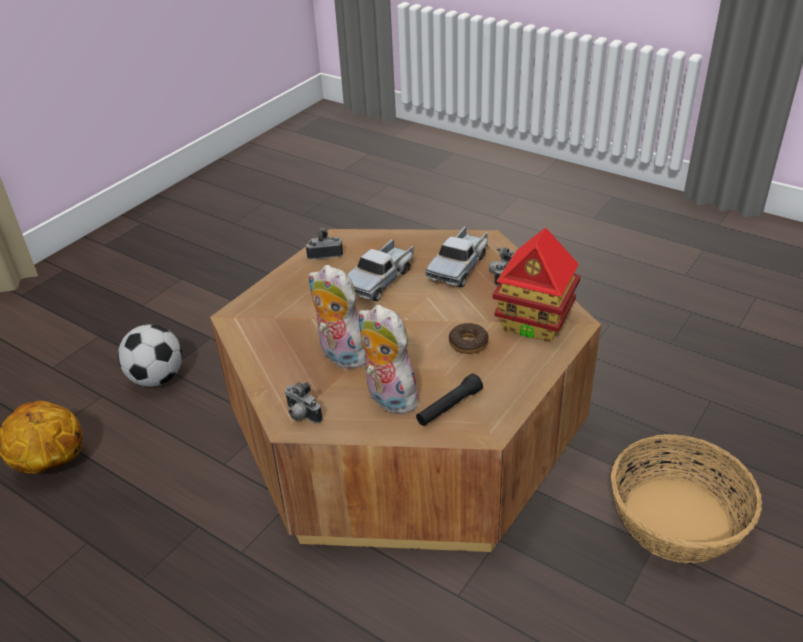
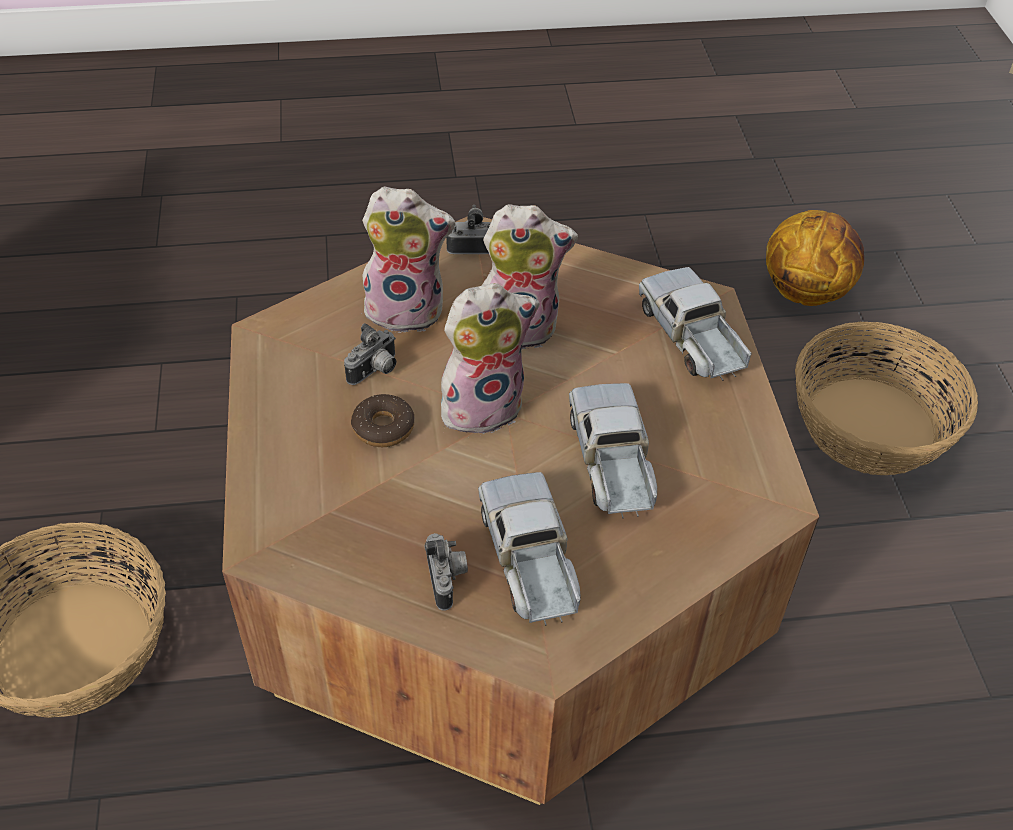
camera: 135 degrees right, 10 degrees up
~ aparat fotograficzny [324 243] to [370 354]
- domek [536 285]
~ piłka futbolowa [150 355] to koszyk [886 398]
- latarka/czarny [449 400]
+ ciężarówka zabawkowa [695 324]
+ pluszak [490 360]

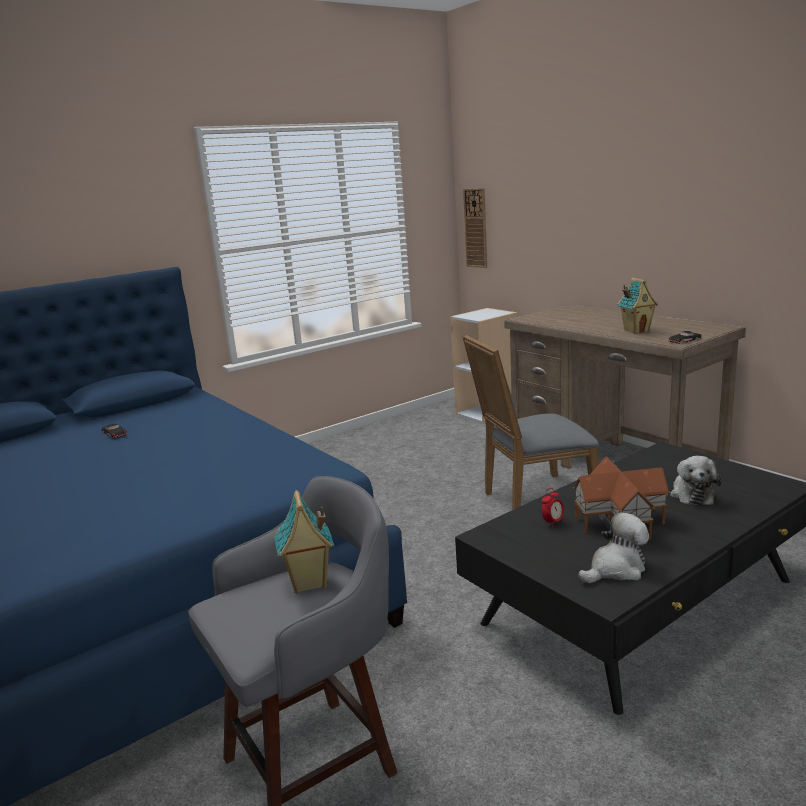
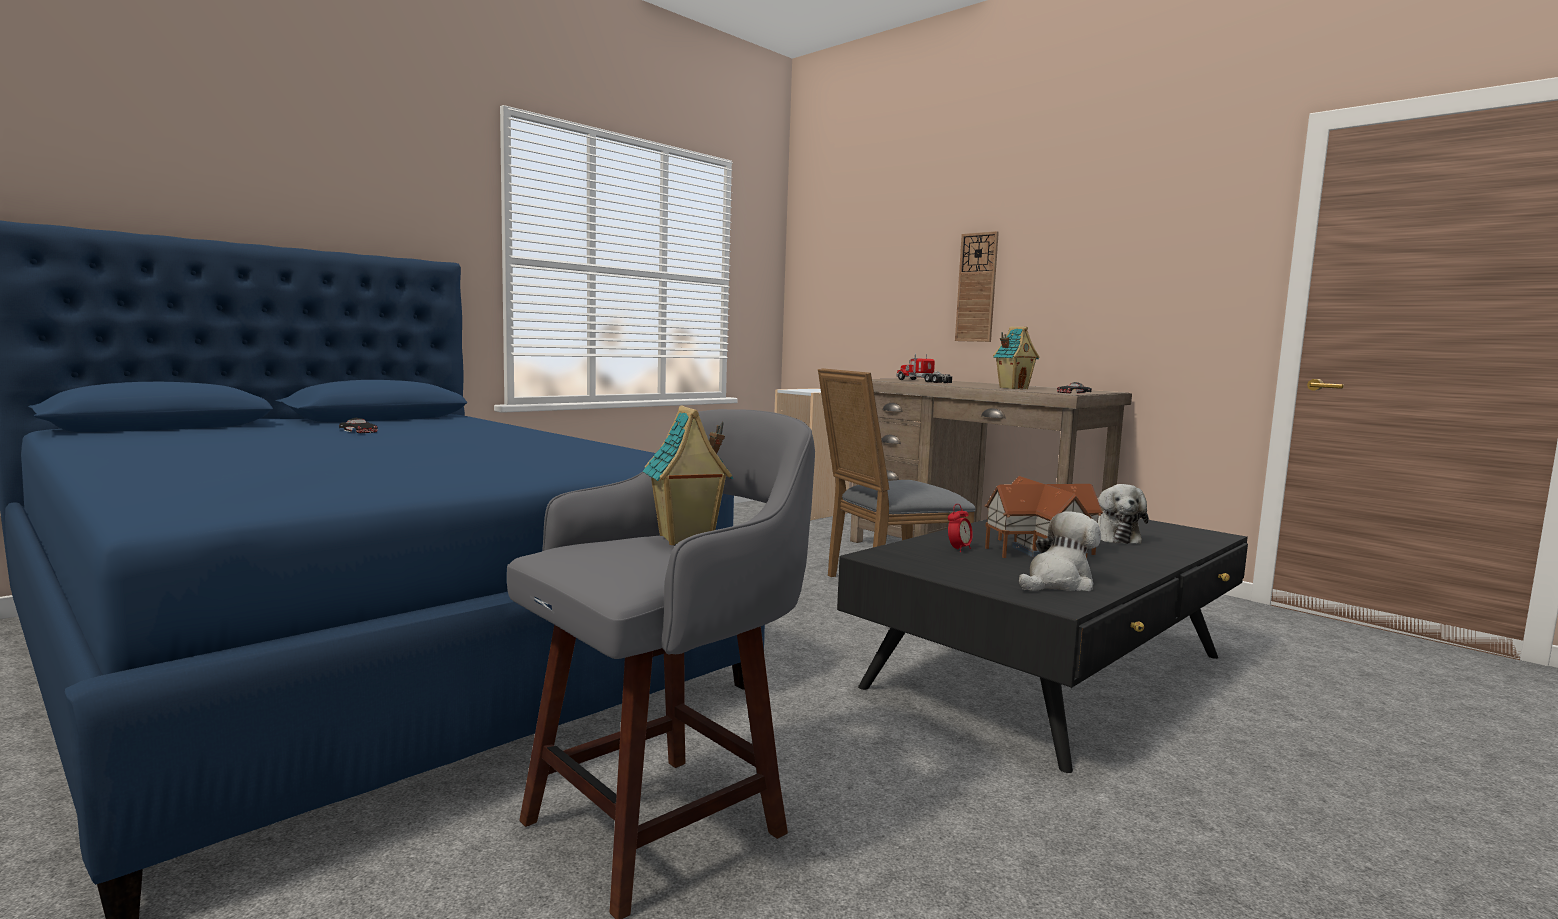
camera: 10 degrees left, 10 degrees down
~ zegar ścienny [475 228] to [977 286]
+ ciężarówka zabawkowa [924 368]

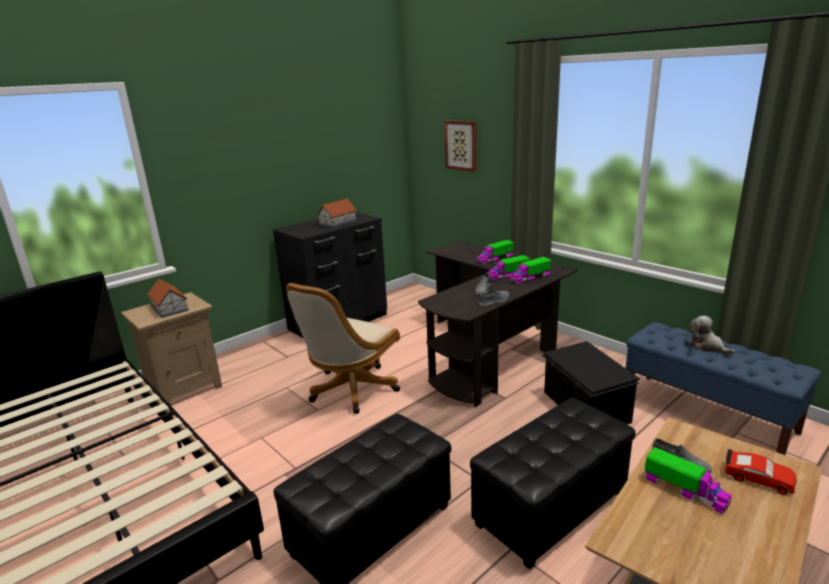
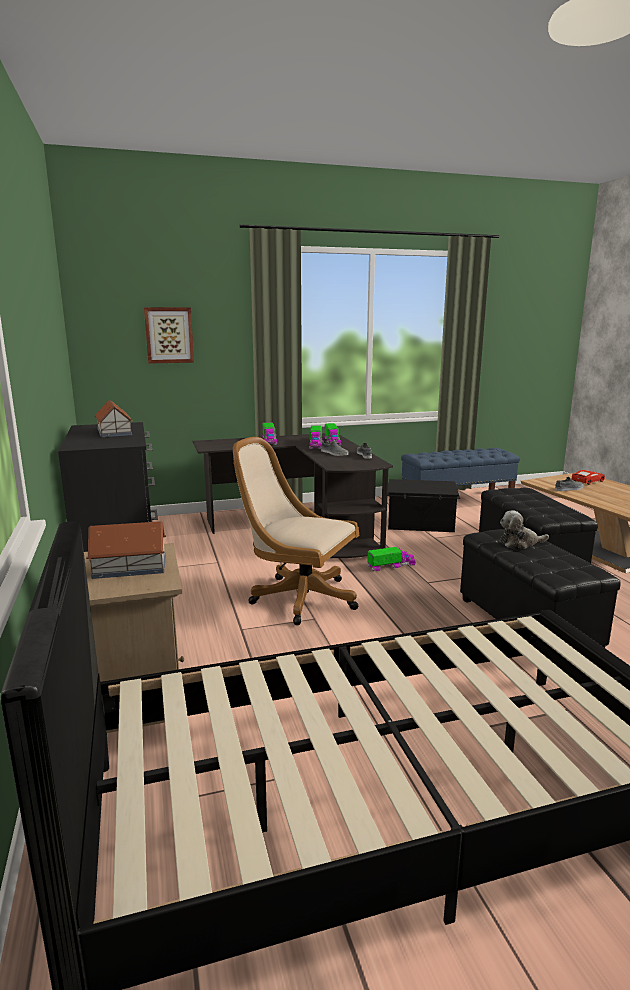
camera: 65 degrees left, 5 degrees down
~ krzesło biurowe [343 348] = [296 531] 150 degrees clockwise
~ pluszak [711 335] to [524 530]
~ ciężarówka zabawkowa [688 480] to [391 559]

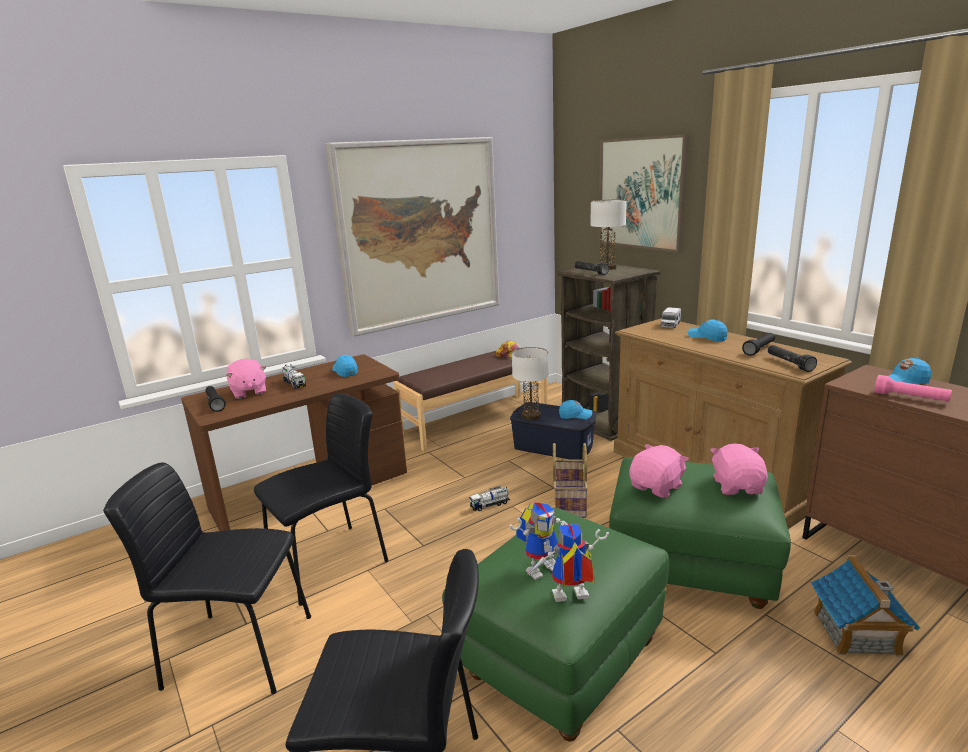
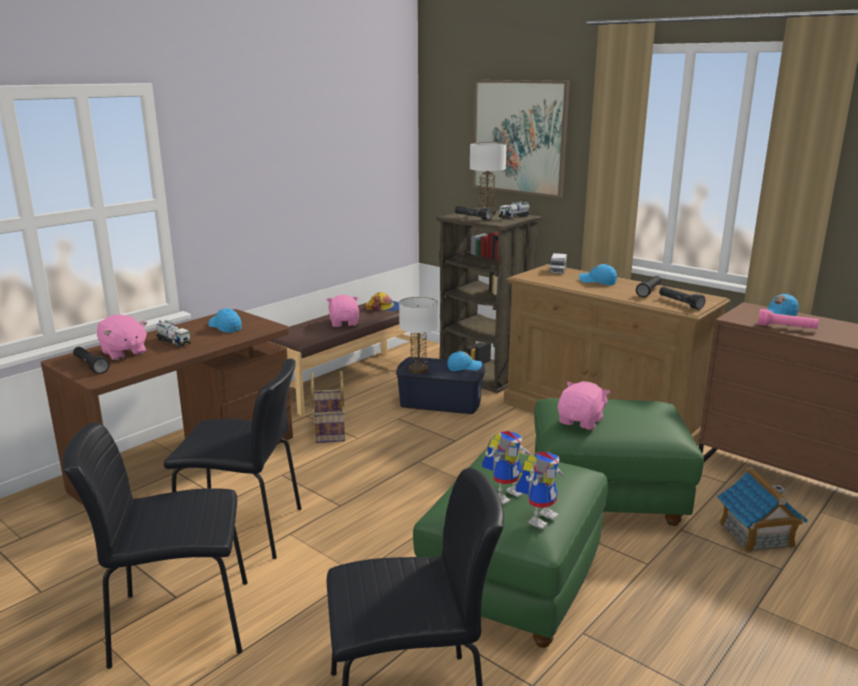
camera: 15 degrees left, 0 degrees up
- obraz [412 237]
~ krzesło/czarny [321 500] = [233 458] 60 degrees clockwise
~ koszyk [570 480] to [327 407]
~ pluszak/różowy [739 469] to [342 311]
~ ciężarówka zabawkowa [489 498] to [514 210]
~ robot zabawkowy [568 563] = [539 490] 150 degrees clockwise

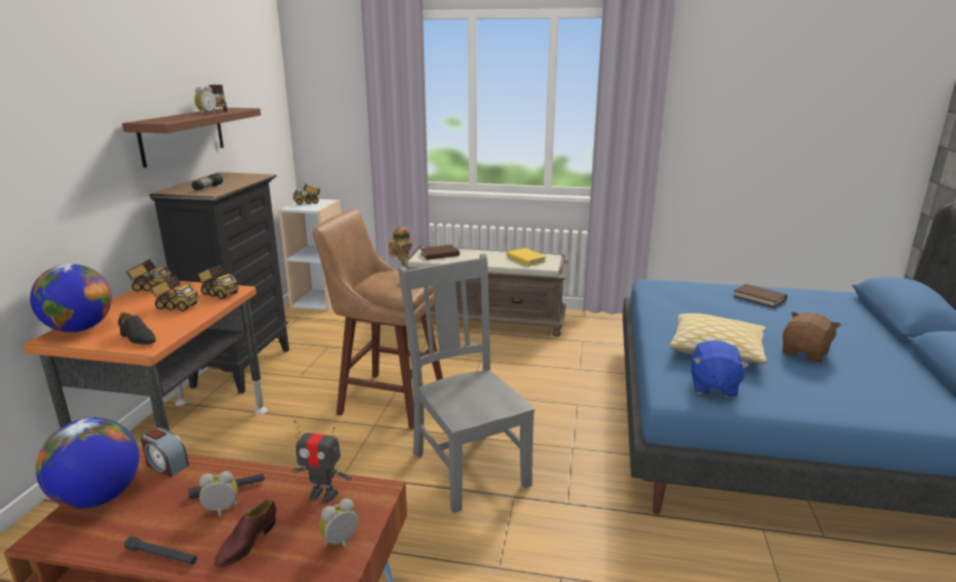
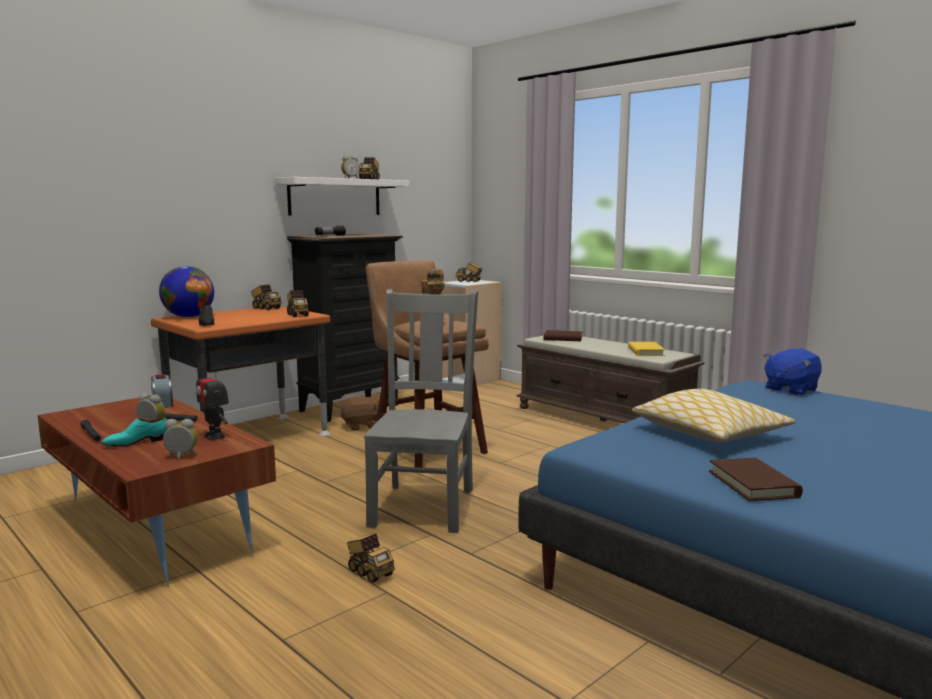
camera: 35 degrees right, 10 degrees down
~ półka/brązowy [191 138] to półka/biały [341 196]
~ ciężarówka zabawkowa [174 293] to [371 558]
~ książka/brązowy [760 296] to [756 479]
~ pluszak/brązowy [811 337] to [363 413]
~ pluszak/niebieski [720 369] to [793 372]
- globus [87 463]
~ but/brązowy [245 533] to but/turkusowy [135 432]

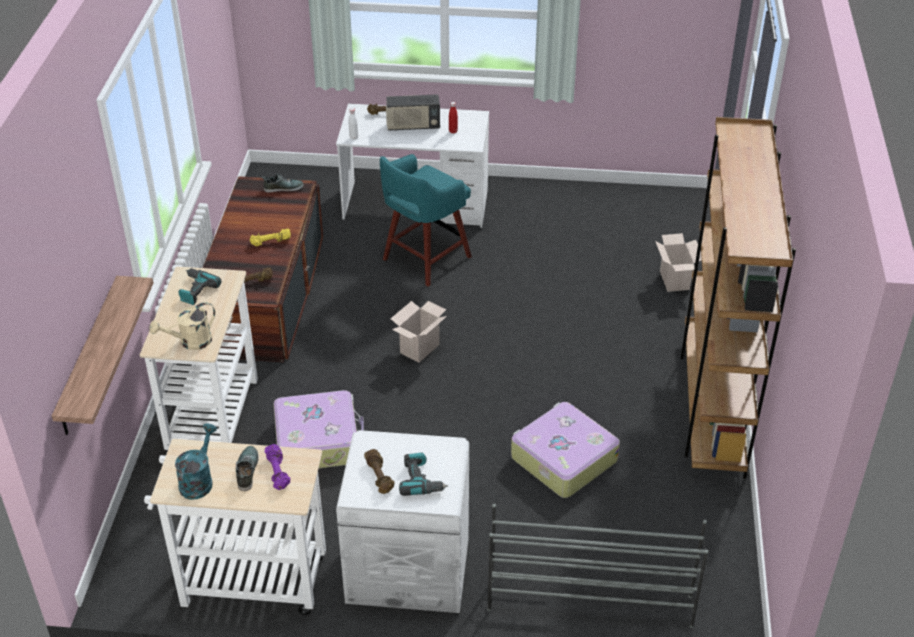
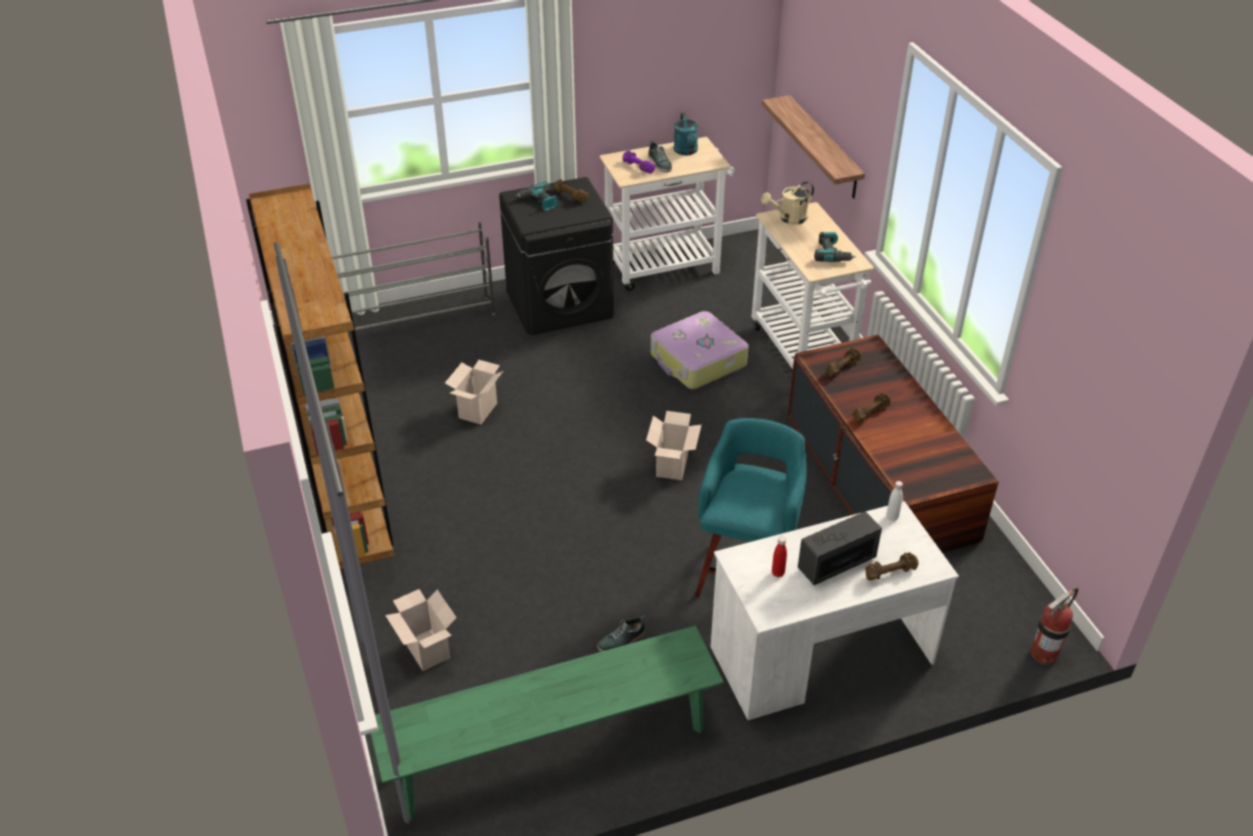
camera: 155 degrees right, 0 degrees up
~ but [283 183] to [621 633]
~ hantel/żółty [270 237] to hantel/brązowy [872 407]
~ konewka/beżowy [182 326] = [787 203] 150 degrees counterclockwise
~ walizka [565 450] to karton [474 392]
~ pralka/biały [402 521] to pralka/czarny [556 256]
+ gaśnica [1054 626]
+ ławka/zielony [547 722]

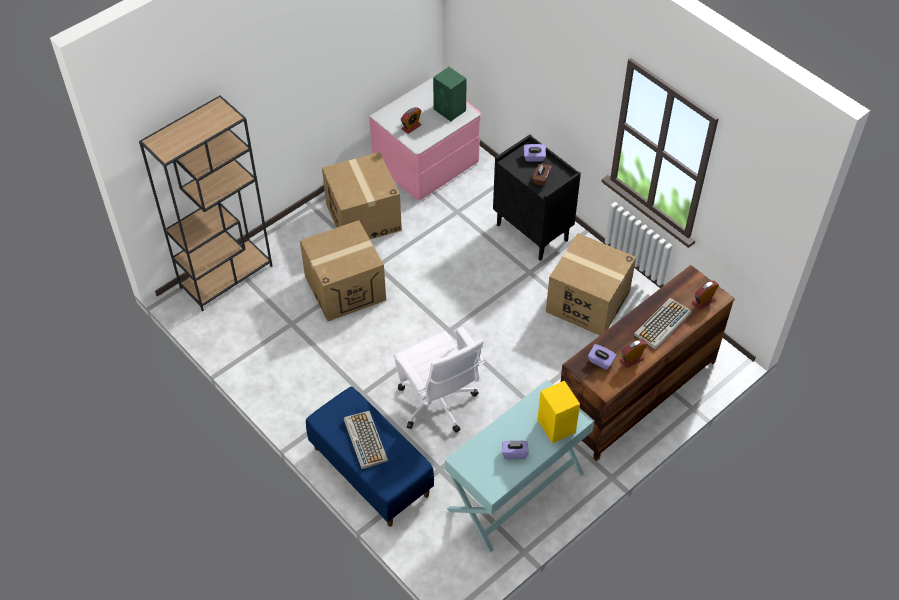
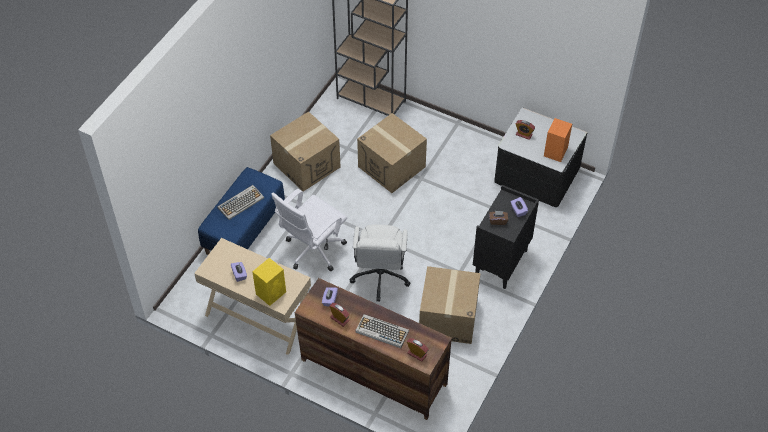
camera: 70 degrees right, 0 degrees up
~ głośnik/zielony [450 94] to głośnik/pomarańczowy [558 140]
~ szafka nocna/różowy [425 138] to szafka nocna/czarny [541 157]
~ karton [362 195] to [305 151]
~ biurko/turkusowy [519 466] to biurko/beżowy [252 296]
+ krzesło biurowe/biały [380 263]

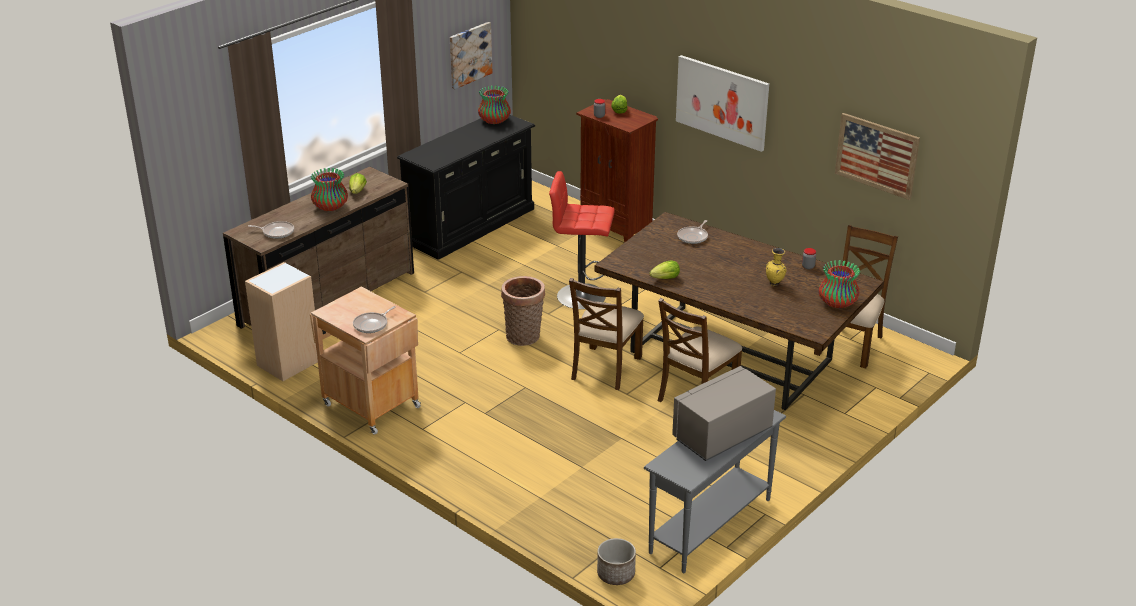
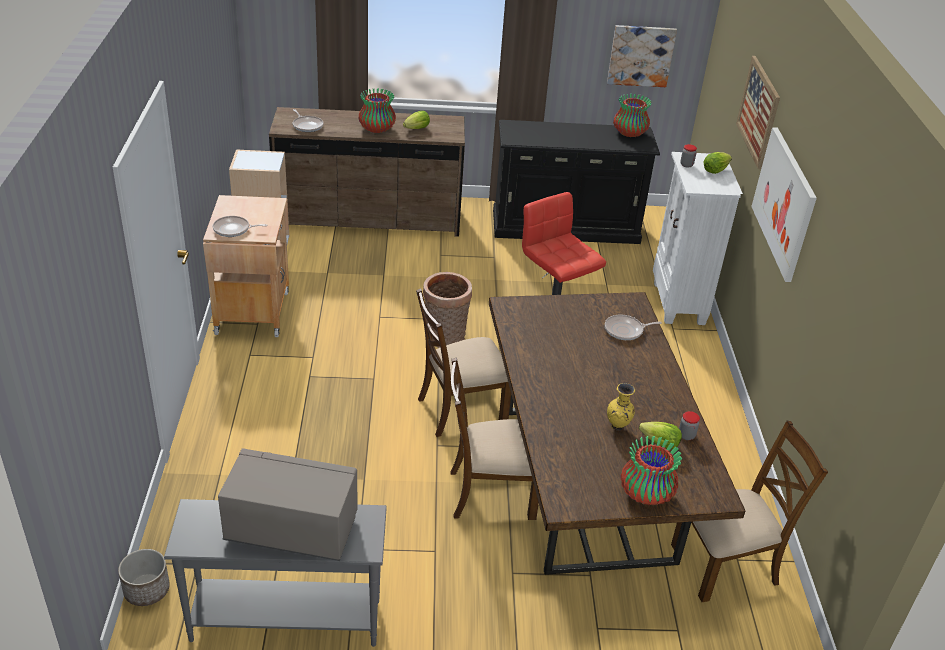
camera: 45 degrees right, 5 degrees up
~ szafka/brązowy [617 171] to szafka/biały [698 238]
~ obraz [877 156] to [758 112]
~ sałata [664 269] to [660 435]

